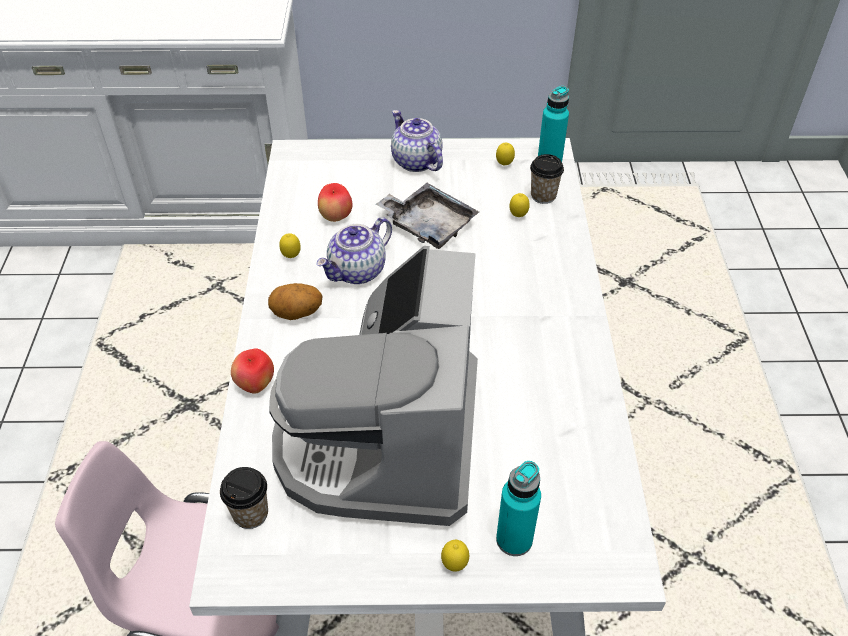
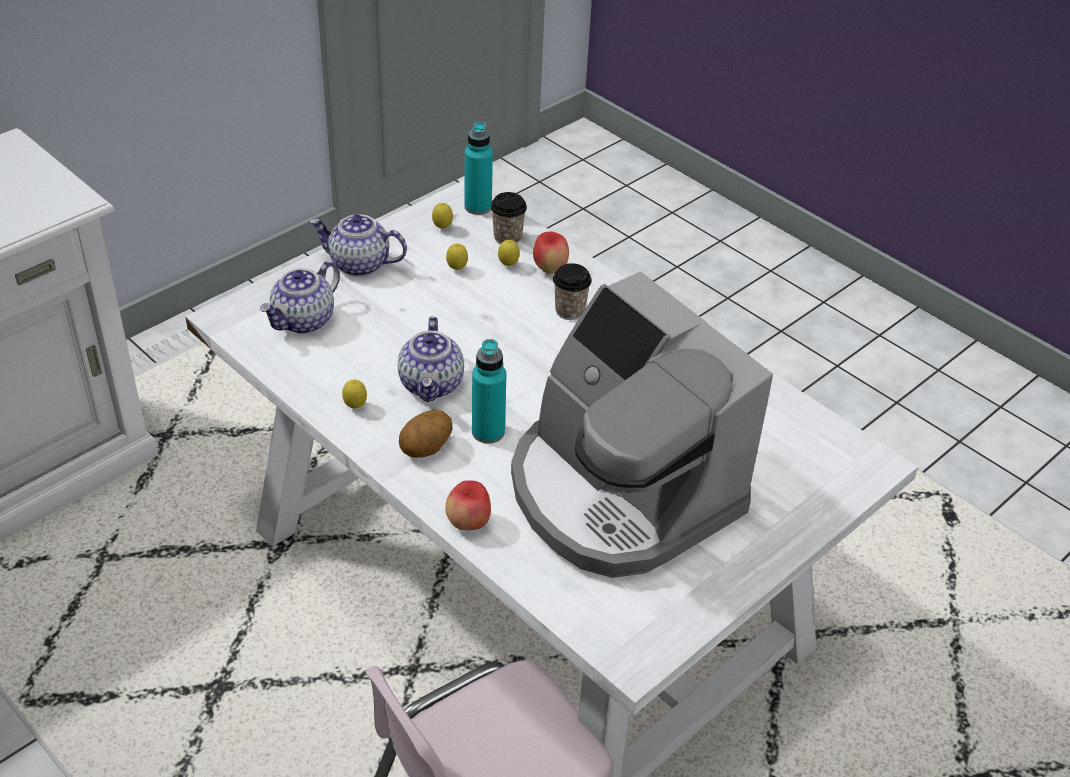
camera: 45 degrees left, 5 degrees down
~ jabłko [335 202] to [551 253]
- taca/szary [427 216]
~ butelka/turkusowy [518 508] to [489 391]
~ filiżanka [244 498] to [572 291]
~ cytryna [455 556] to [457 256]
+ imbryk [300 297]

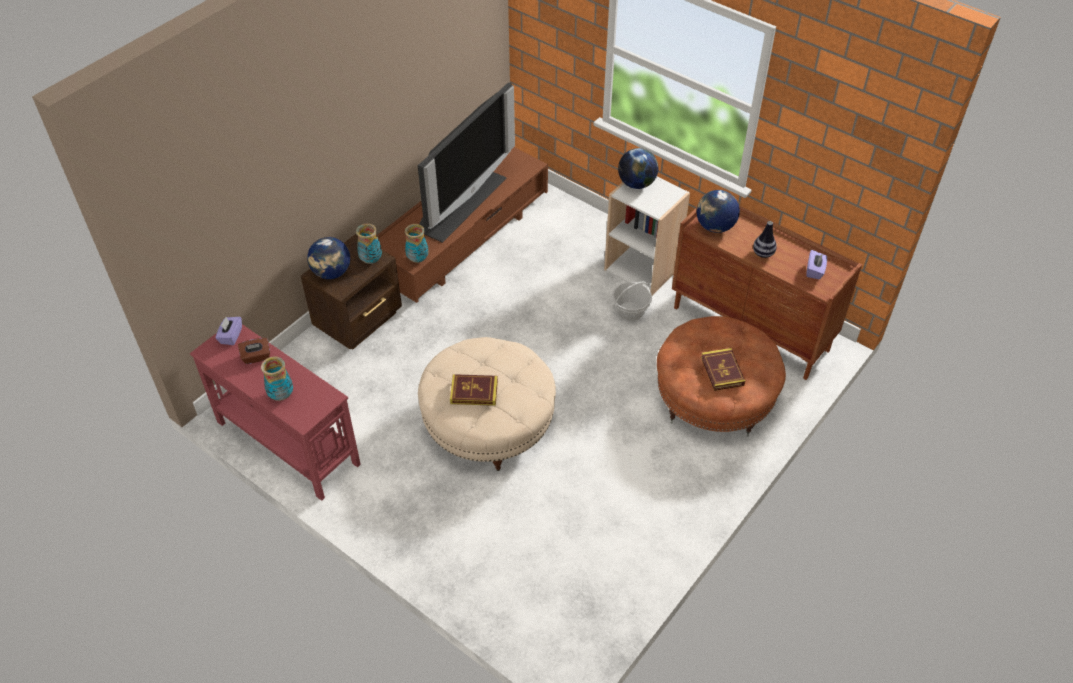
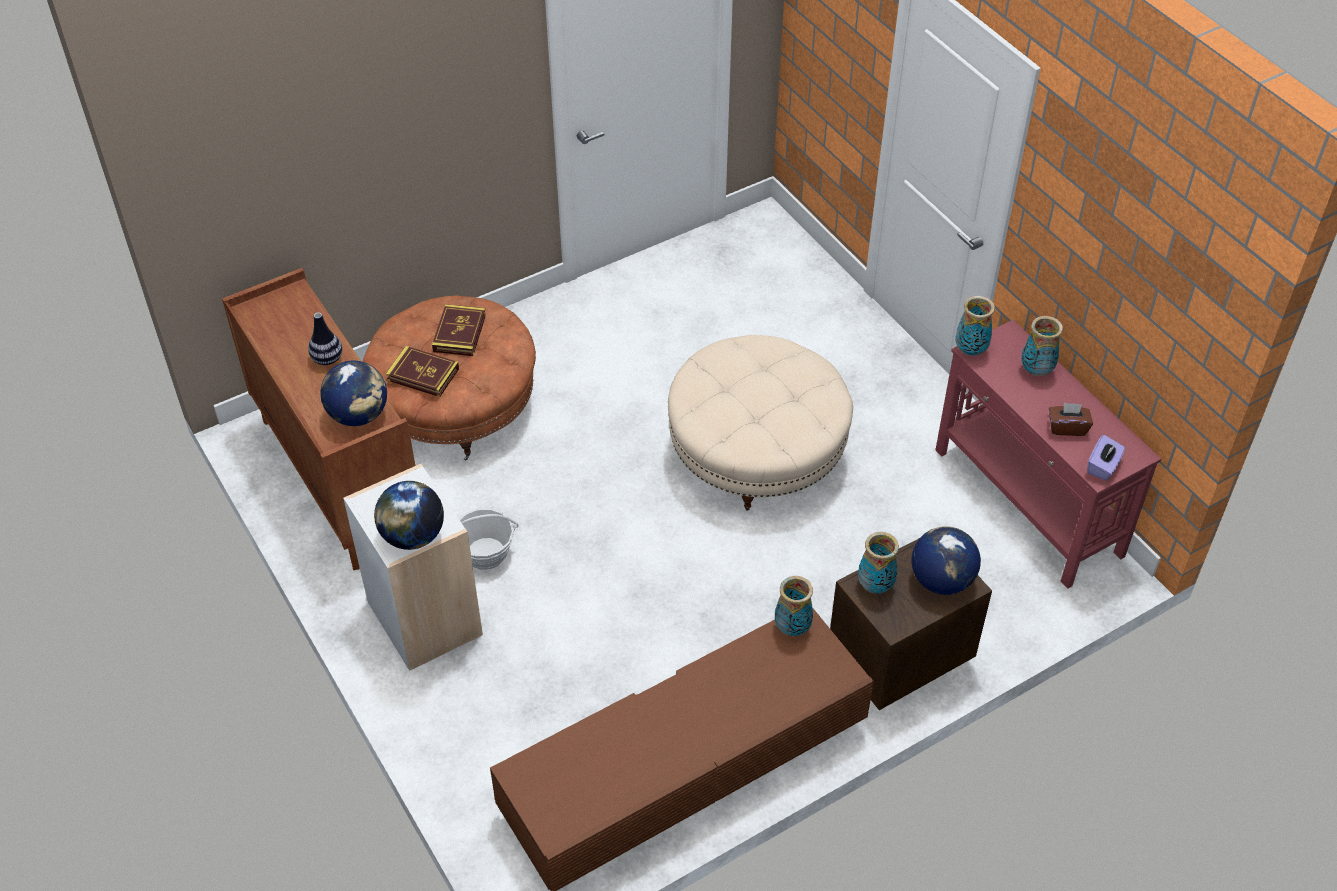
camera: 160 degrees left, 0 degrees up
- telewizor [466 163]
- pudełko chusteczek/fioletowy [817 264]
~ książka [474 390] to [422 371]
+ wazon [975 325]

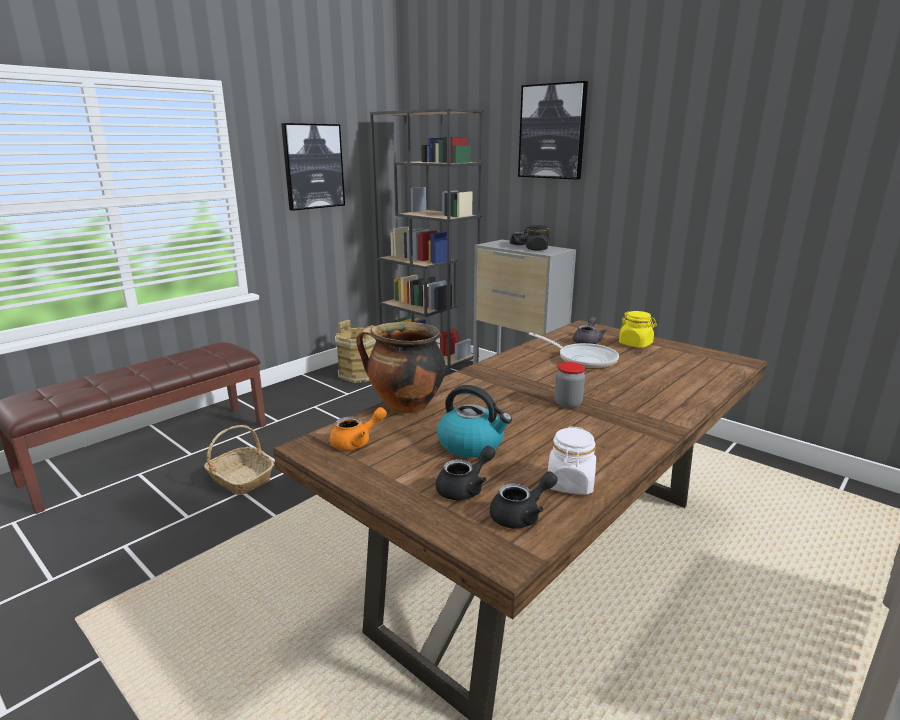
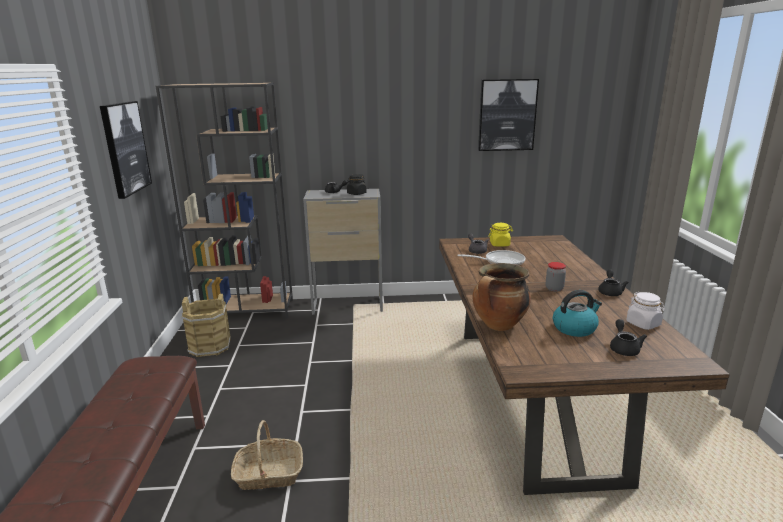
camera: 45 degrees left, 0 degrees up
~ obraz [553 130] to [508 115]
- imbryk/pomarańczowy [358 428]
~ imbryk/czarny [524 500] to [613 282]

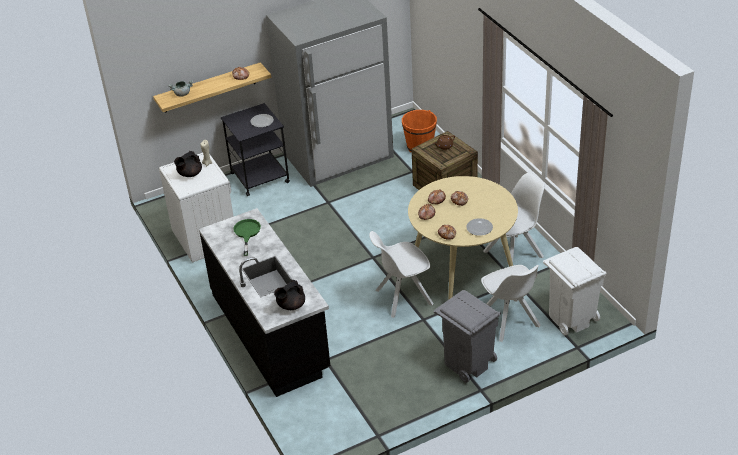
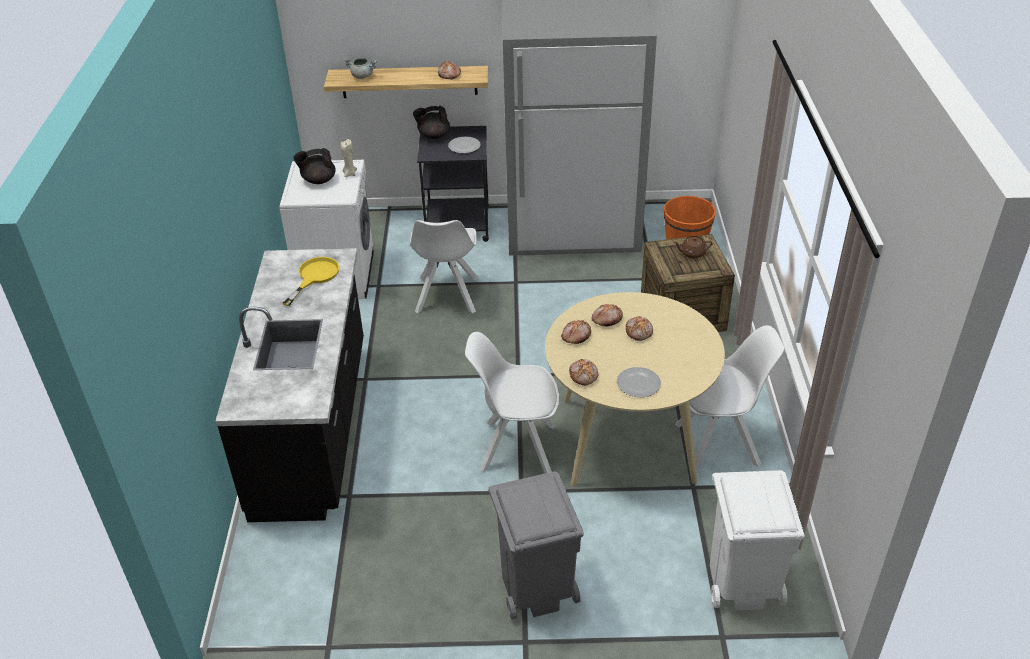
camera: 25 degrees right, 0 degrees up
~ patelnia/zielony [247 237] to patelnia/żółty [311 281]
~ krzesło/biały [510 303] to [443 266]
~ imbryk/czarny [289 295] to [431 122]

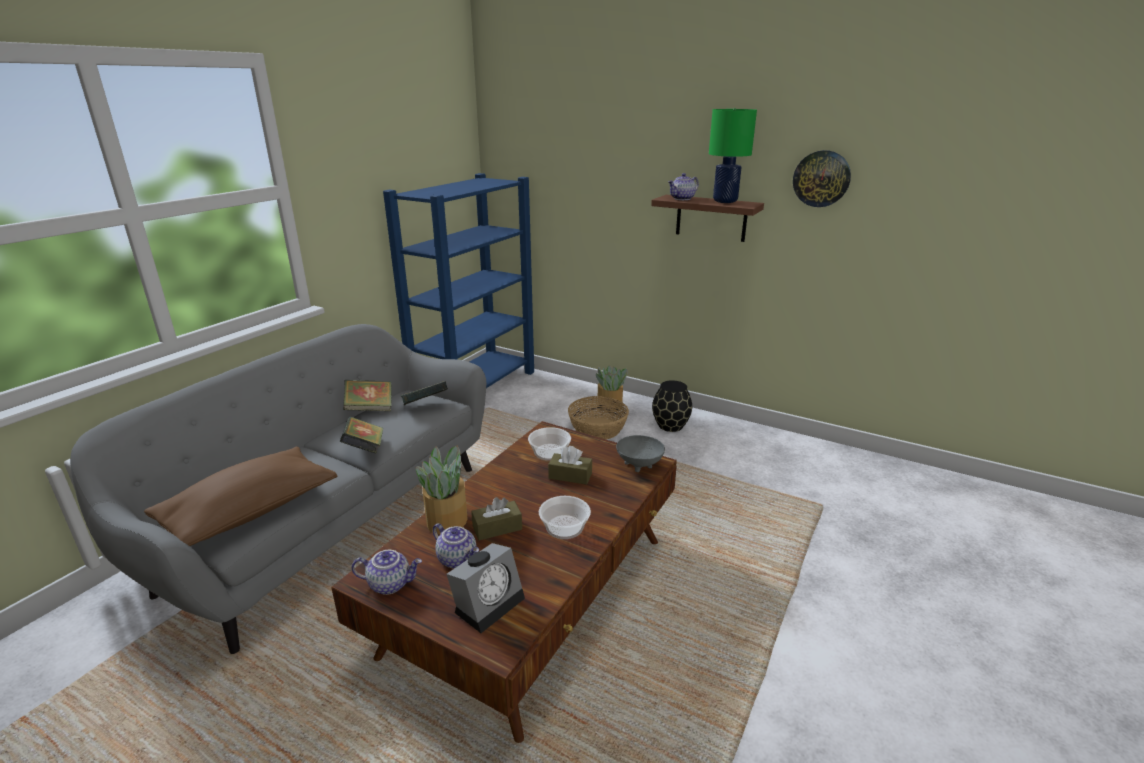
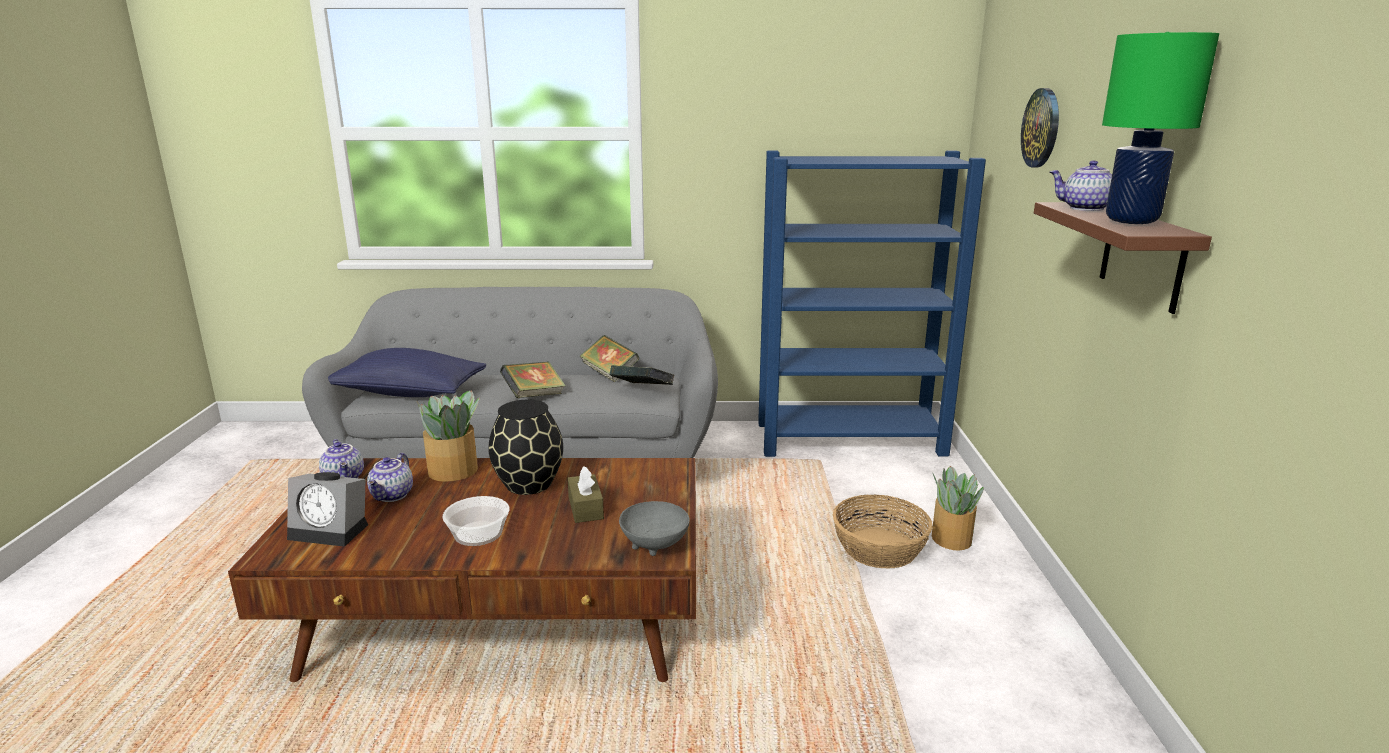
camera: 60 degrees right, 5 degrees down
~ zegar ścienny [822 178] to [1040 127]
~ wazon/czarny [672 406] to [525 447]
- miska [549 444]
~ poduszka/brązowy [240 496] to poduszka/niebieski [407 372]
- pudełko chusteczek/brązowy [496 519]

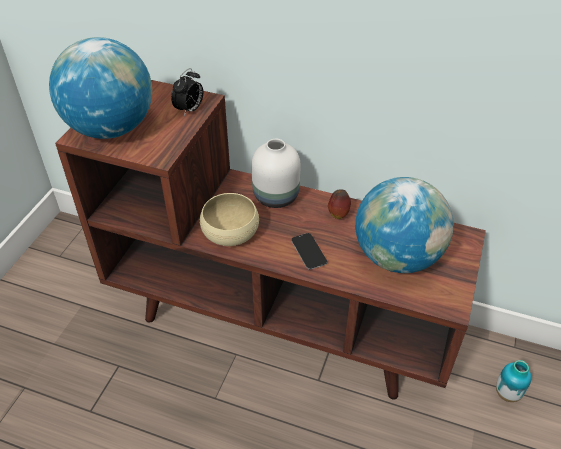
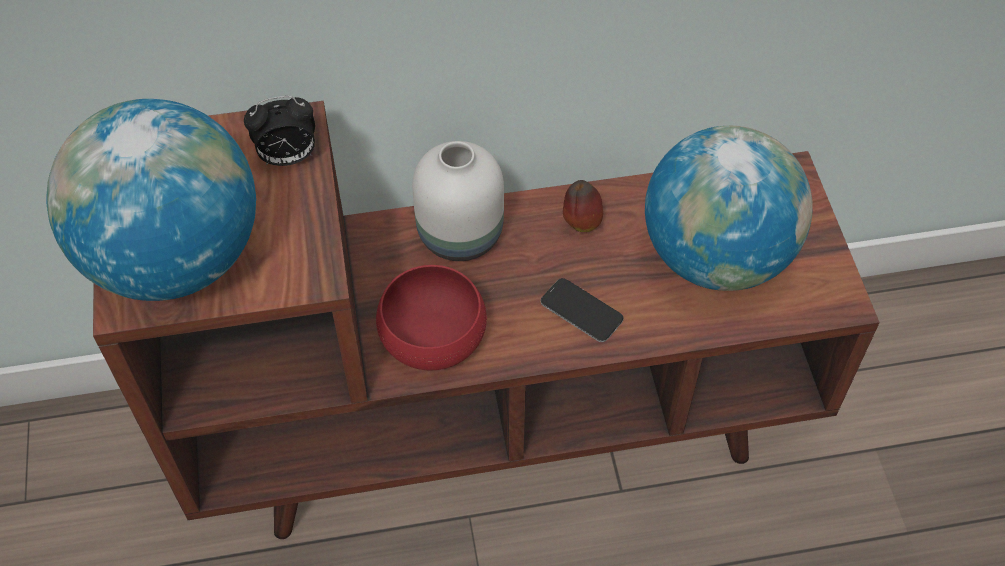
camera: 30 degrees left, 10 degrees up
~ budzik [187 92] = [279 131] 75 degrees clockwise
~ miska/beżowy [229 219] to miska/czerwony [431 317]
- wazon [514 381]

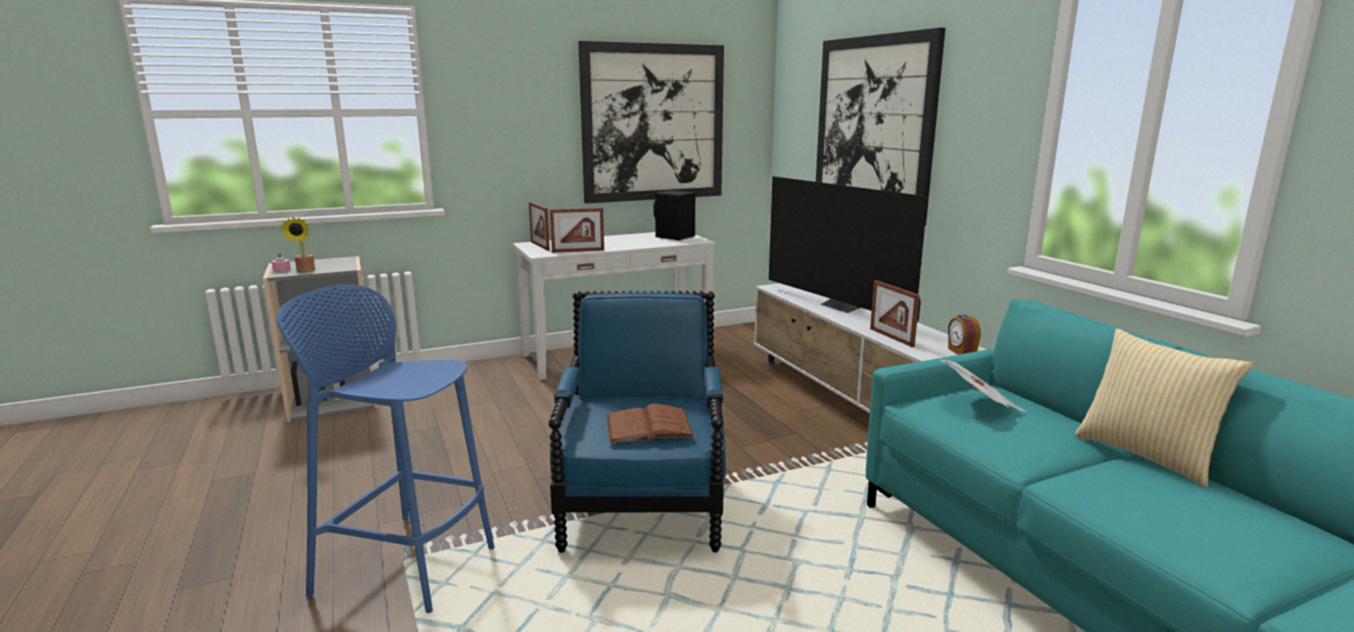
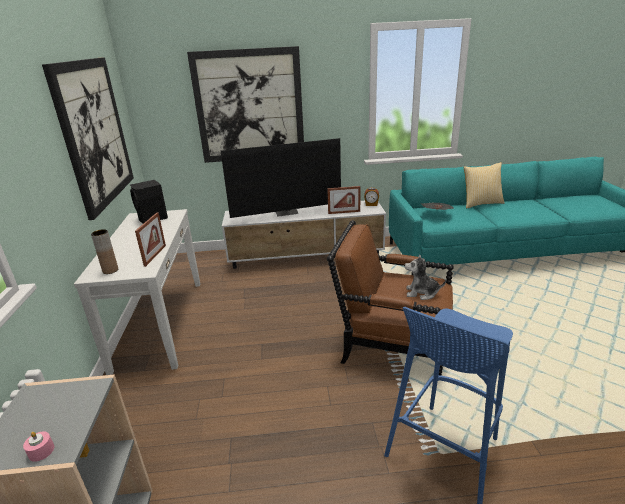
camera: 70 degrees left, 10 degrees up
~ ramka na zdjęcie [539 226] to wazon/brązowy [104 251]
- roślina doniczkowa [297 244]
~ fotel/niebieski [637 422] to fotel/brązowy [390 298]
~ książka/brązowy [650 423] to pluszak [425 277]

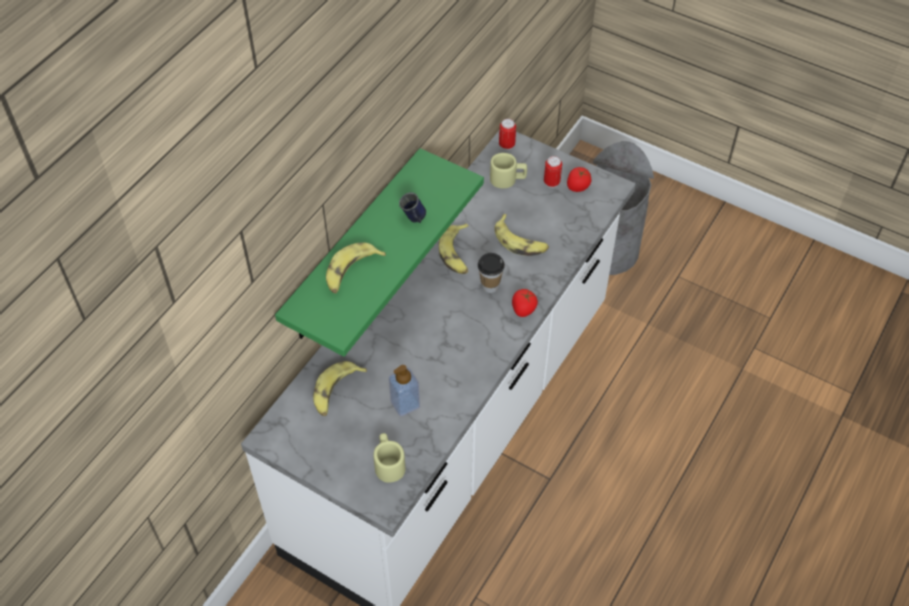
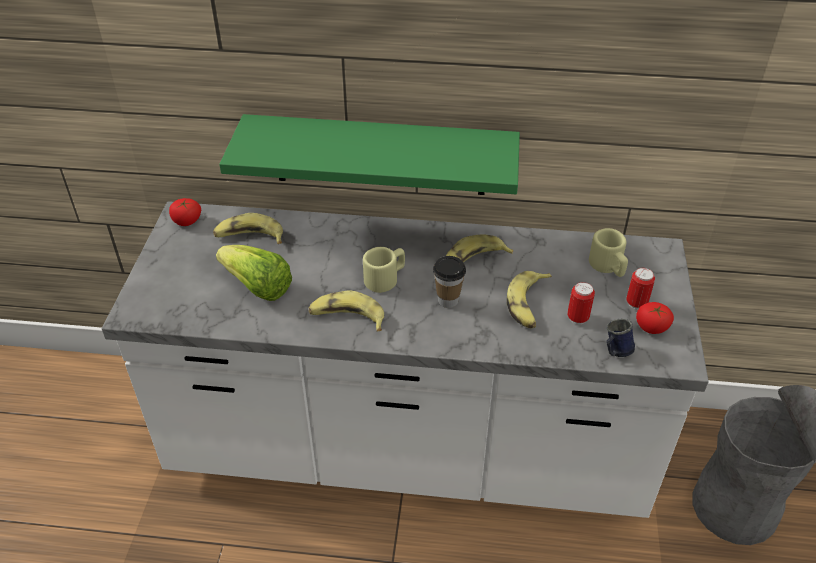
camera: 65 degrees right, 10 degrees down
~ puszka [507 134] to [581 303]
~ kubek/niebieski [412 207] to [620 338]
~ banan [356 267] to [346 311]
~ pomidor [525 303] to [185 212]
~ dozownik mydła [404 390] to sałata [254 273]
~ kubek/beżowy [389 458] to [384 270]

